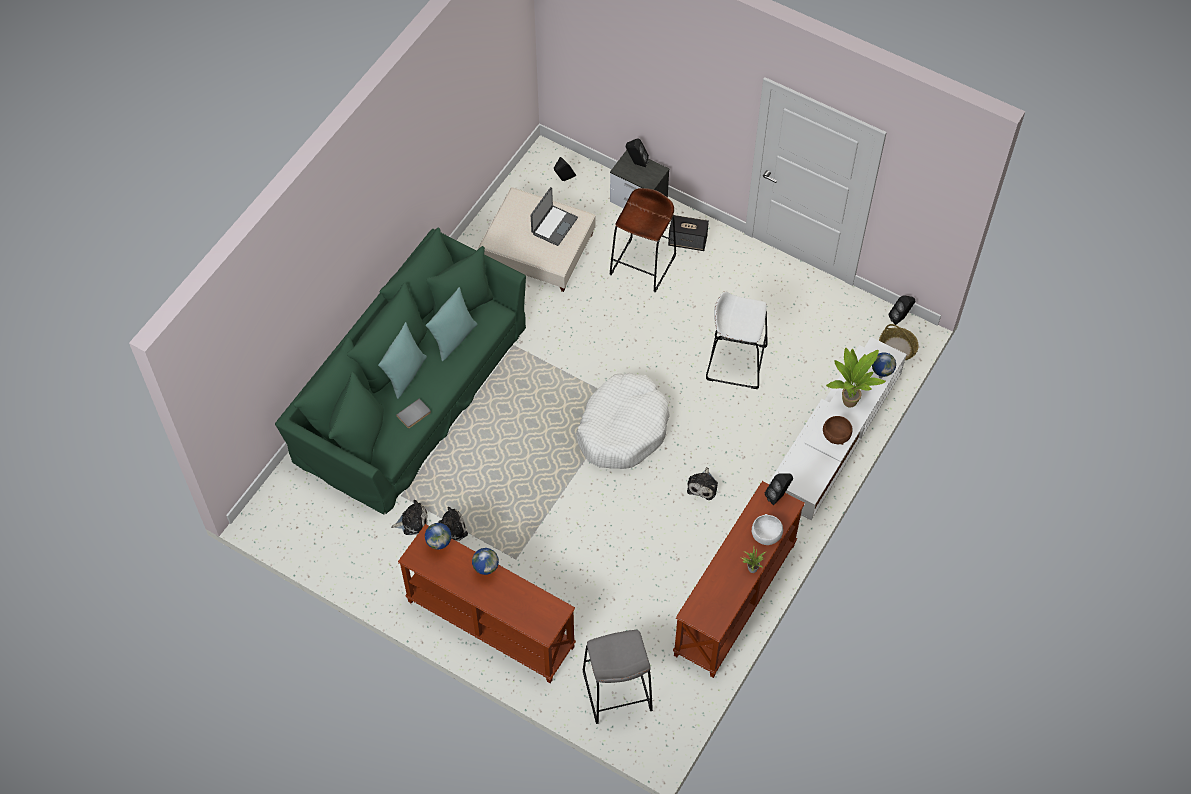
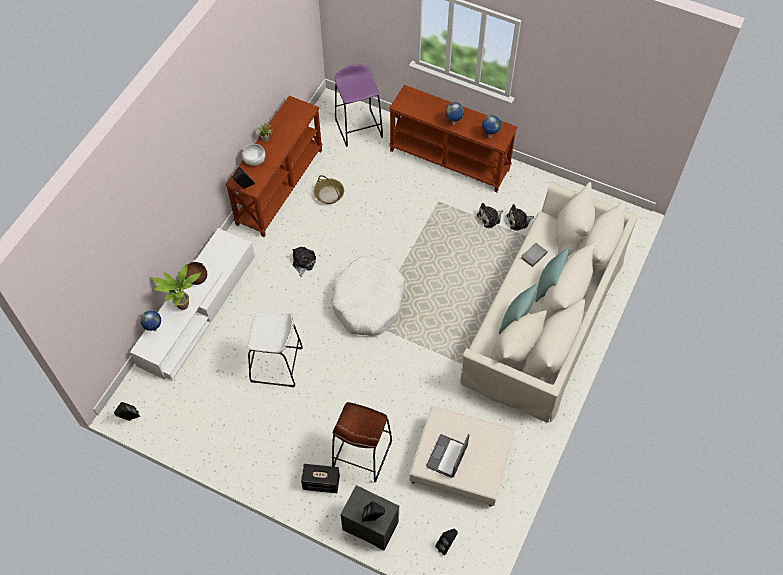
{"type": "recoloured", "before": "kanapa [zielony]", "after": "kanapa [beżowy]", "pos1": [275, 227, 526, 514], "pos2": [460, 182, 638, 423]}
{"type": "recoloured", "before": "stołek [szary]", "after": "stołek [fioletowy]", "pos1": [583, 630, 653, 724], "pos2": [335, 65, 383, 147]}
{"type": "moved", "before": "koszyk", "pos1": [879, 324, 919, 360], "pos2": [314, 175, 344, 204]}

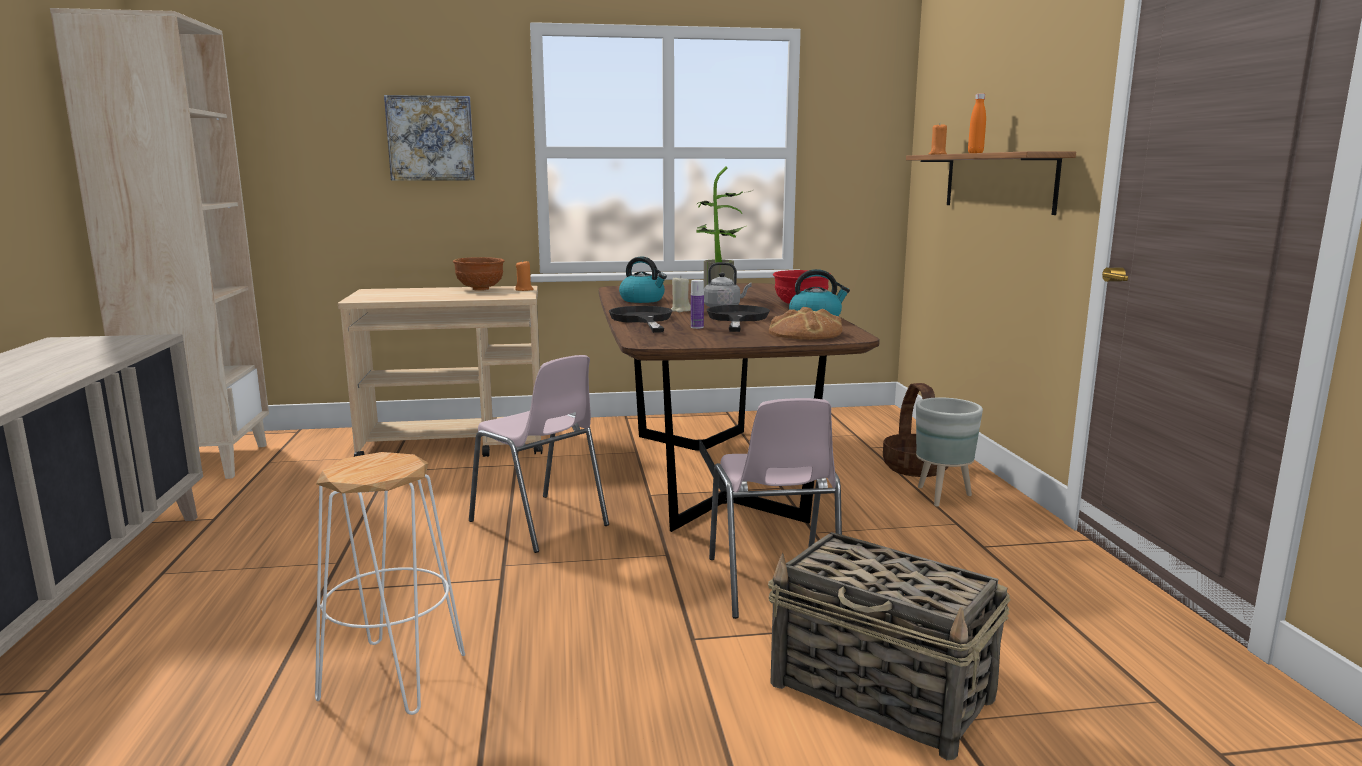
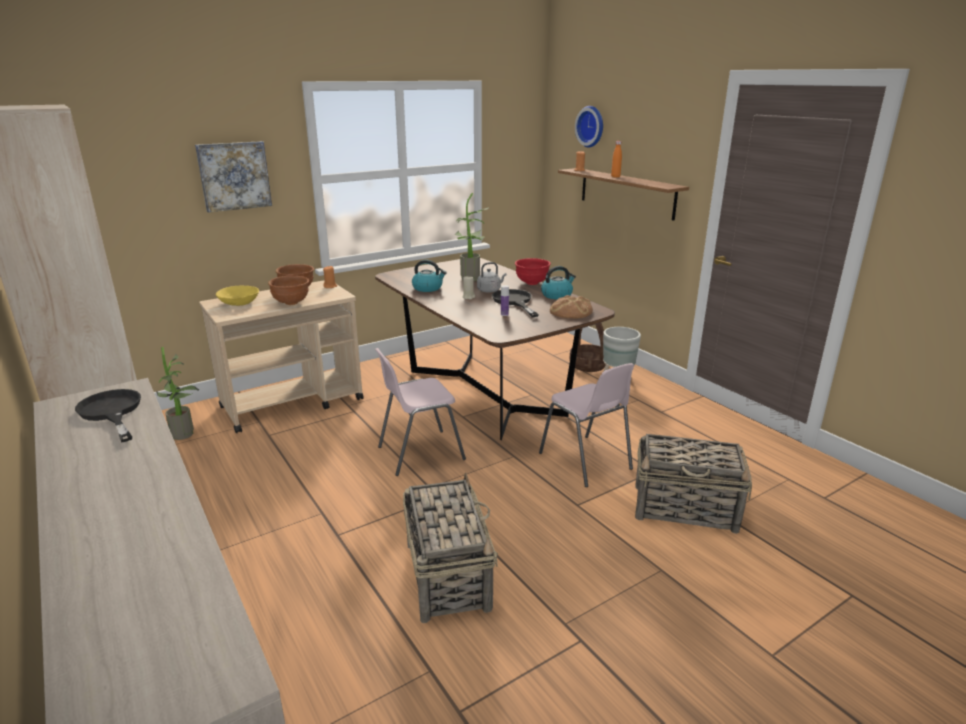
{"type": "replaced", "before": "stołek [biały]", "after": "koszyk", "pos1": [315, 452, 465, 715], "pos2": [403, 472, 498, 623]}
{"type": "turned", "before": "krzesło [różowy]", "pos1": [469, 355, 609, 553], "pos2": [375, 348, 466, 476], "turn": 135}
{"type": "moved", "before": "patelnia [czarny]", "pos1": [609, 306, 672, 333], "pos2": [75, 389, 141, 442]}
{"type": "added", "after": "roślina doniczkowa", "pos2": [157, 347, 199, 440]}
{"type": "added", "after": "miska [żółty]", "pos2": [216, 286, 259, 306]}
{"type": "added", "after": "miska [brązowy]", "pos2": [268, 276, 309, 305]}
{"type": "added", "after": "zegar ścienny", "pos2": [575, 106, 603, 147]}

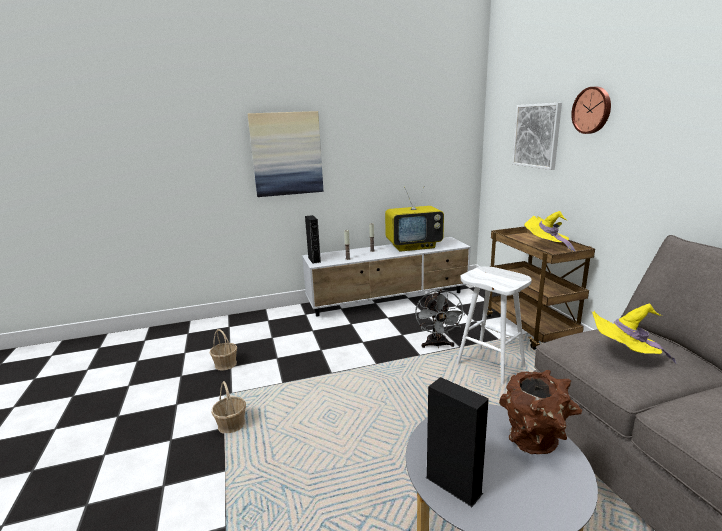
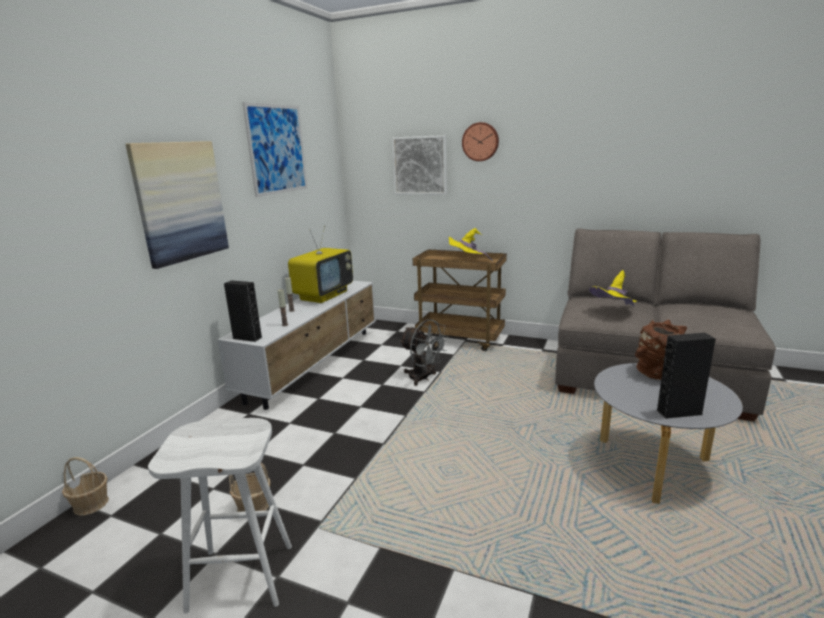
{"type": "moved", "before": "koszyk", "pos1": [212, 381, 246, 434], "pos2": [62, 457, 109, 516]}
{"type": "moved", "before": "stołek [biały]", "pos1": [456, 266, 532, 385], "pos2": [148, 418, 292, 614]}
{"type": "added", "after": "obraz", "pos2": [242, 102, 307, 197]}

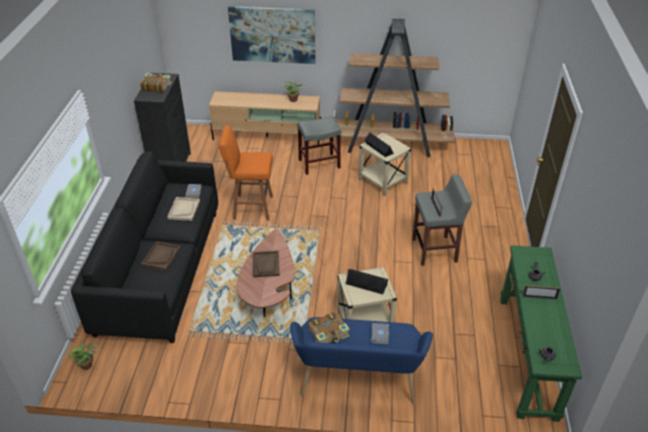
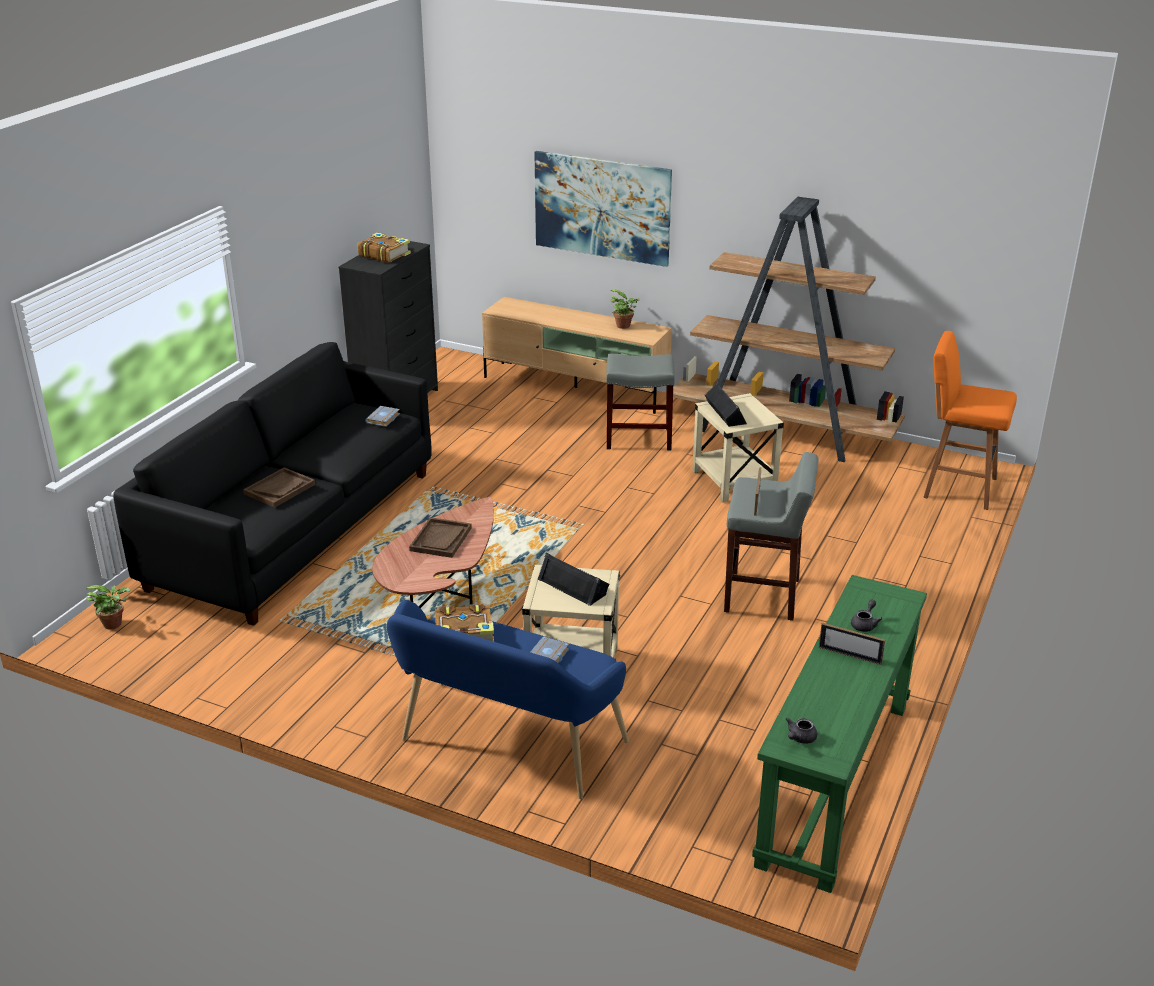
{"type": "removed", "before": "taca [beżowy]", "pos1": [167, 197, 200, 221]}
{"type": "moved", "before": "stołek [pomarańczowy]", "pos1": [219, 126, 273, 221], "pos2": [923, 331, 1017, 510]}

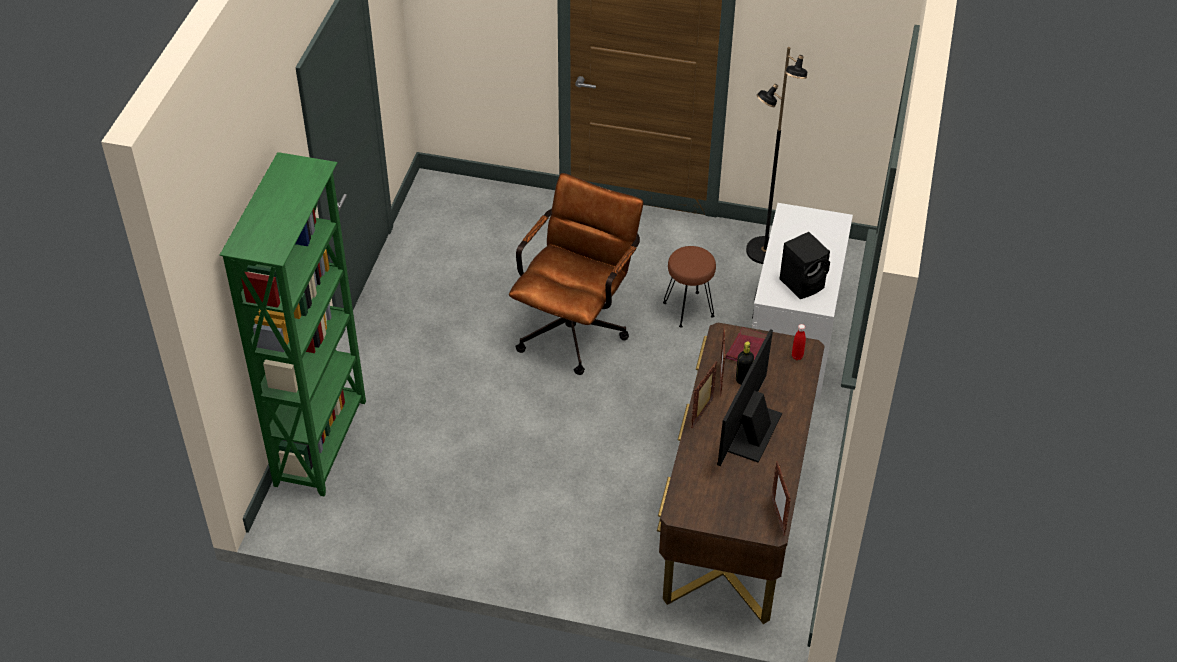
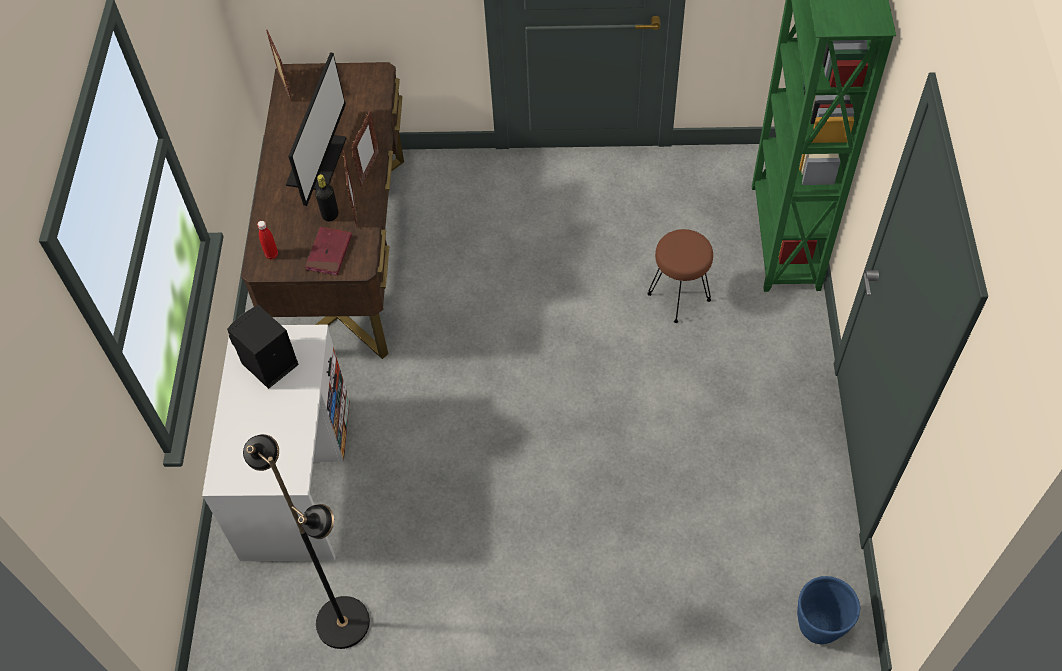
{"type": "removed", "before": "krzesło biurowe [brązowy]", "pos1": [509, 173, 643, 375]}
{"type": "moved", "before": "stołek [brązowy]", "pos1": [663, 246, 716, 328], "pos2": [647, 229, 713, 323]}
{"type": "added", "after": "donica [niebieski]", "pos2": [797, 576, 860, 644]}

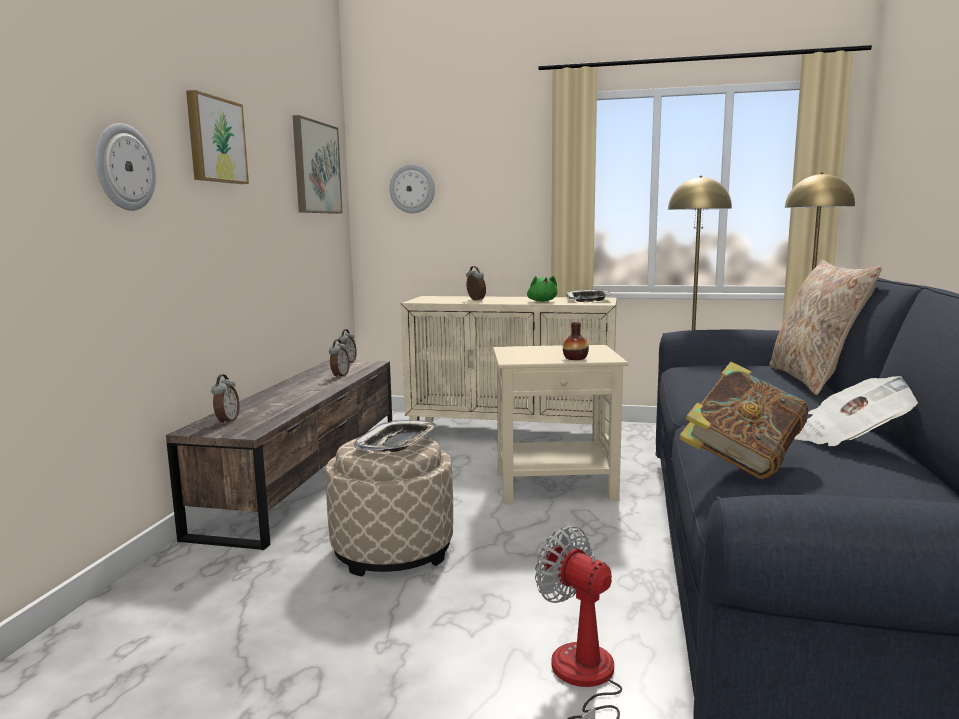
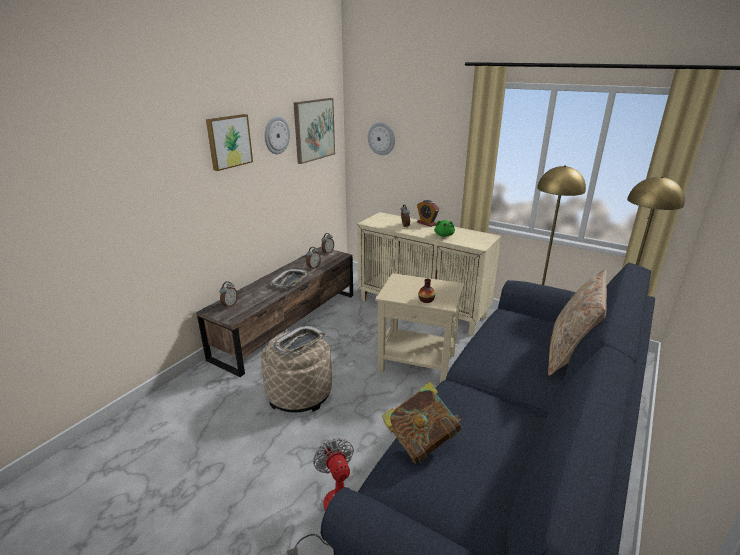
{"type": "moved", "before": "zegar ścienny", "pos1": [95, 123, 156, 211], "pos2": [264, 116, 290, 154]}
{"type": "moved", "before": "taca", "pos1": [566, 289, 613, 302], "pos2": [271, 269, 309, 288]}
{"type": "removed", "before": "gazeta", "pos1": [794, 376, 918, 446]}
{"type": "added", "after": "budzik", "pos2": [417, 200, 439, 227]}

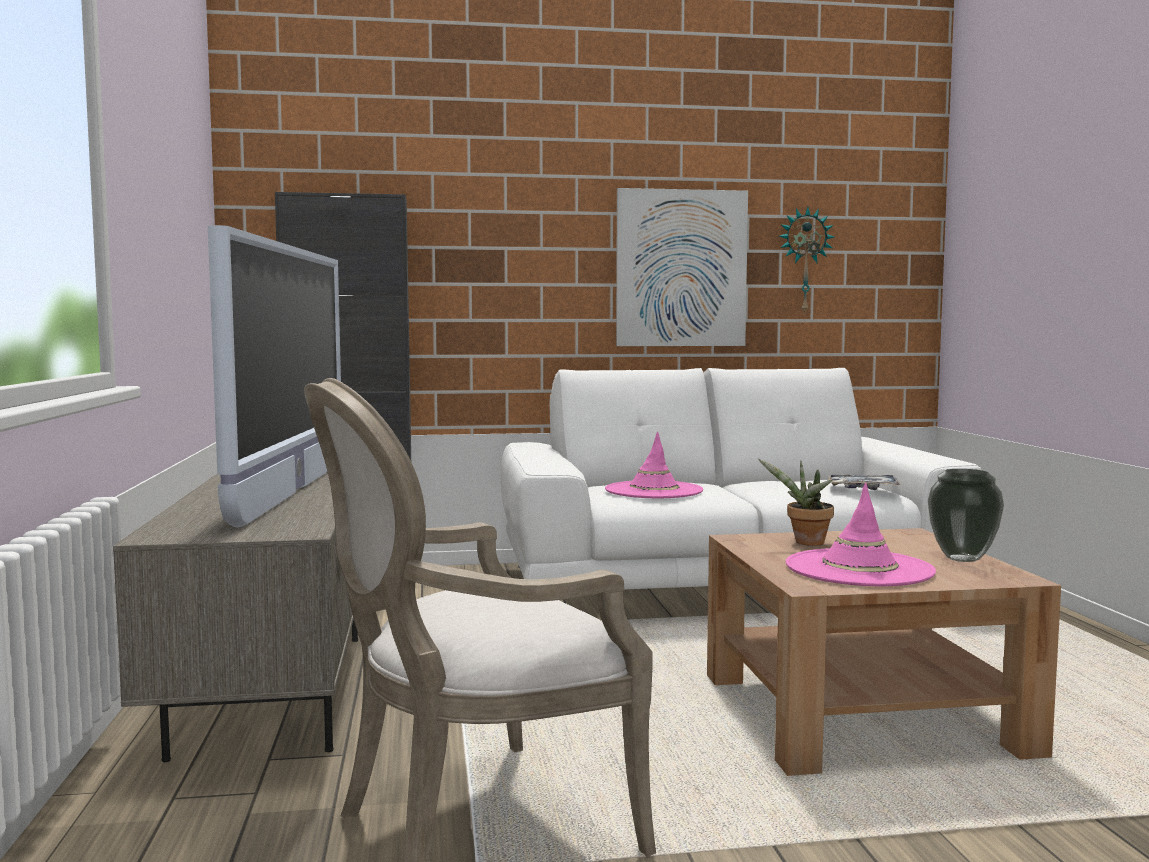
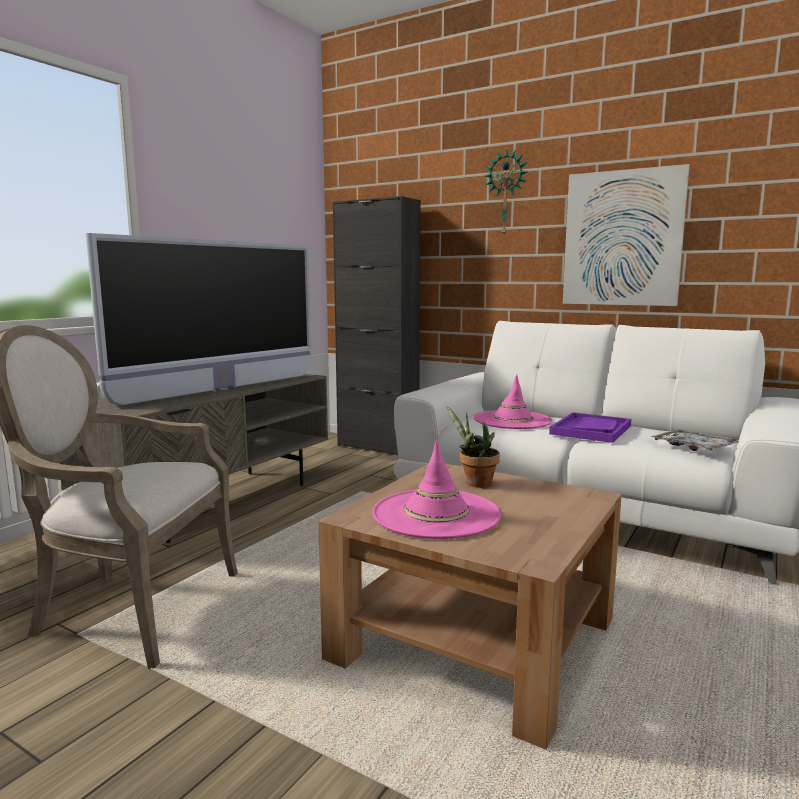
{"type": "moved", "before": "zegar ścienny", "pos1": [779, 207, 834, 315], "pos2": [485, 149, 527, 238]}
{"type": "removed", "before": "wazon", "pos1": [928, 469, 1004, 562]}
{"type": "added", "after": "taca [fioletowy]", "pos2": [549, 412, 631, 443]}

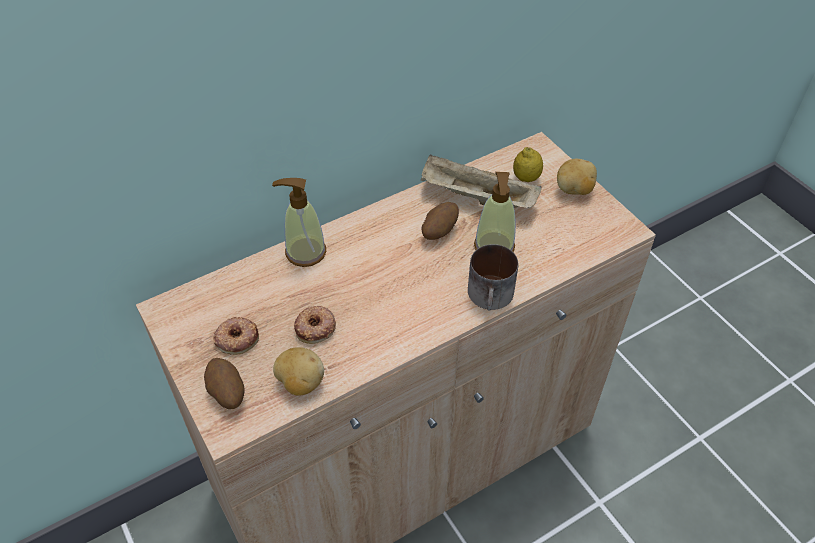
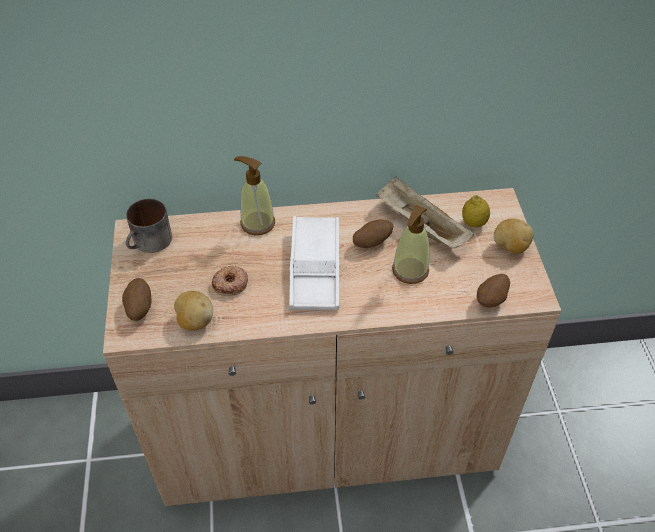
{"type": "removed", "before": "donut", "pos1": [213, 317, 259, 355]}
{"type": "moved", "before": "kubek", "pos1": [468, 244, 518, 311], "pos2": [126, 199, 172, 253]}
{"type": "added", "after": "taca [biały]", "pos2": [289, 216, 339, 311]}
{"type": "added", "after": "ziemniak", "pos2": [477, 274, 510, 307]}

